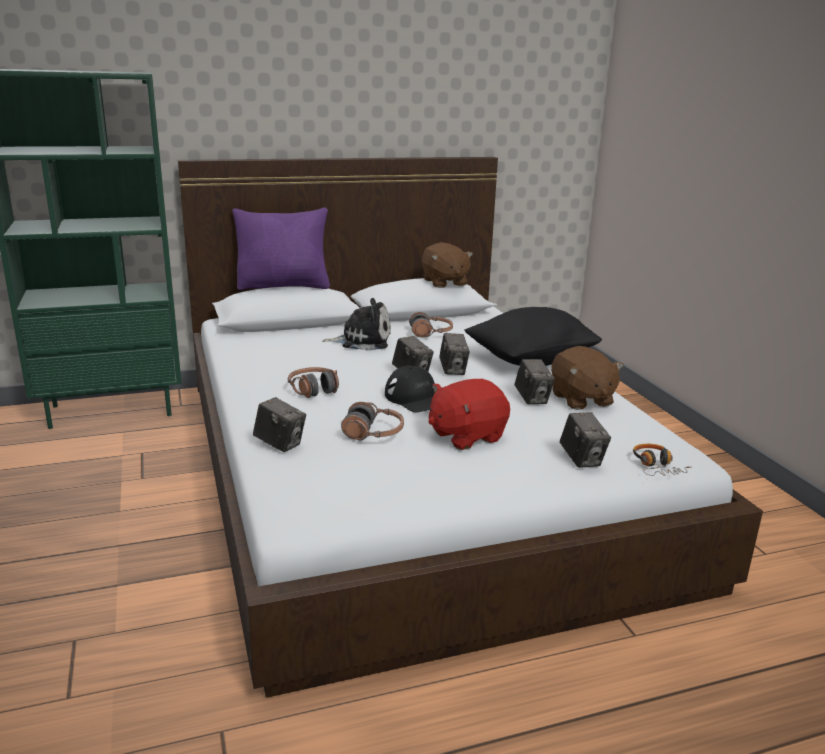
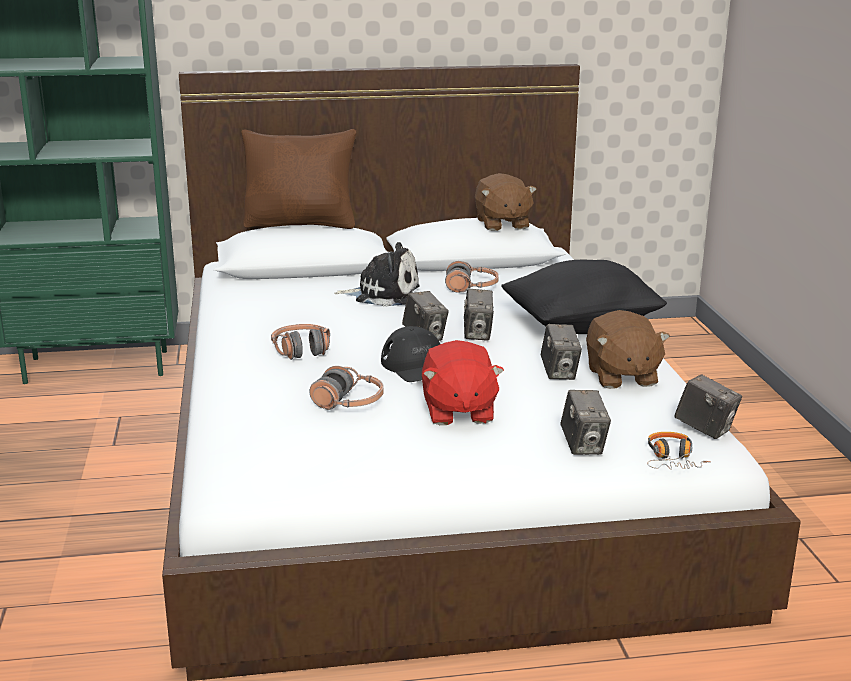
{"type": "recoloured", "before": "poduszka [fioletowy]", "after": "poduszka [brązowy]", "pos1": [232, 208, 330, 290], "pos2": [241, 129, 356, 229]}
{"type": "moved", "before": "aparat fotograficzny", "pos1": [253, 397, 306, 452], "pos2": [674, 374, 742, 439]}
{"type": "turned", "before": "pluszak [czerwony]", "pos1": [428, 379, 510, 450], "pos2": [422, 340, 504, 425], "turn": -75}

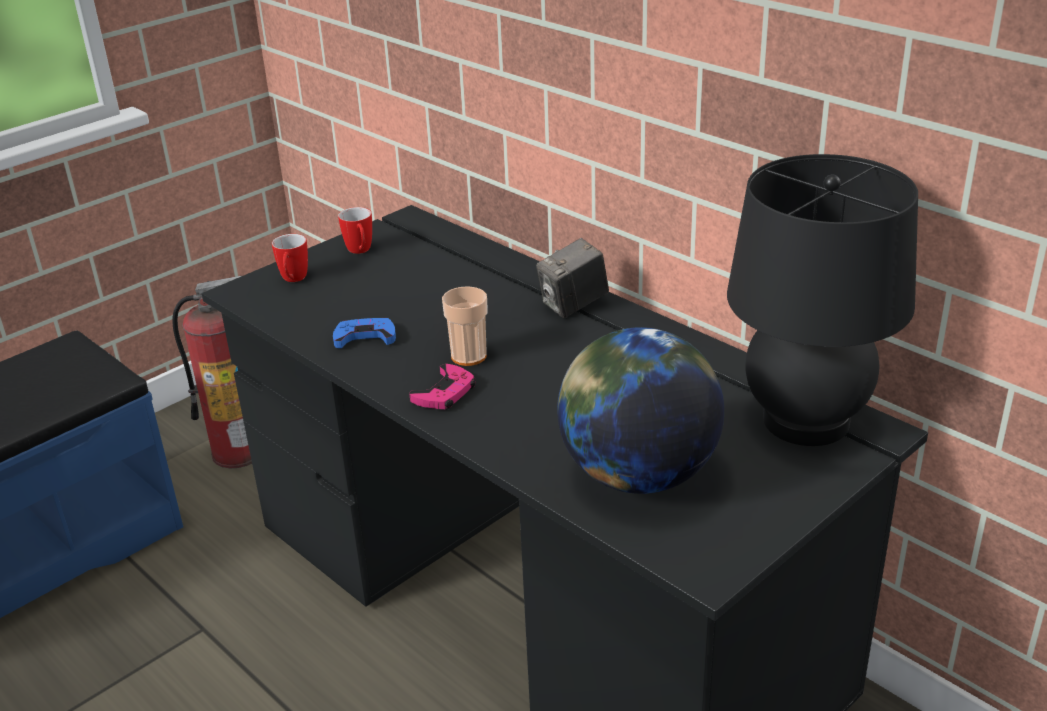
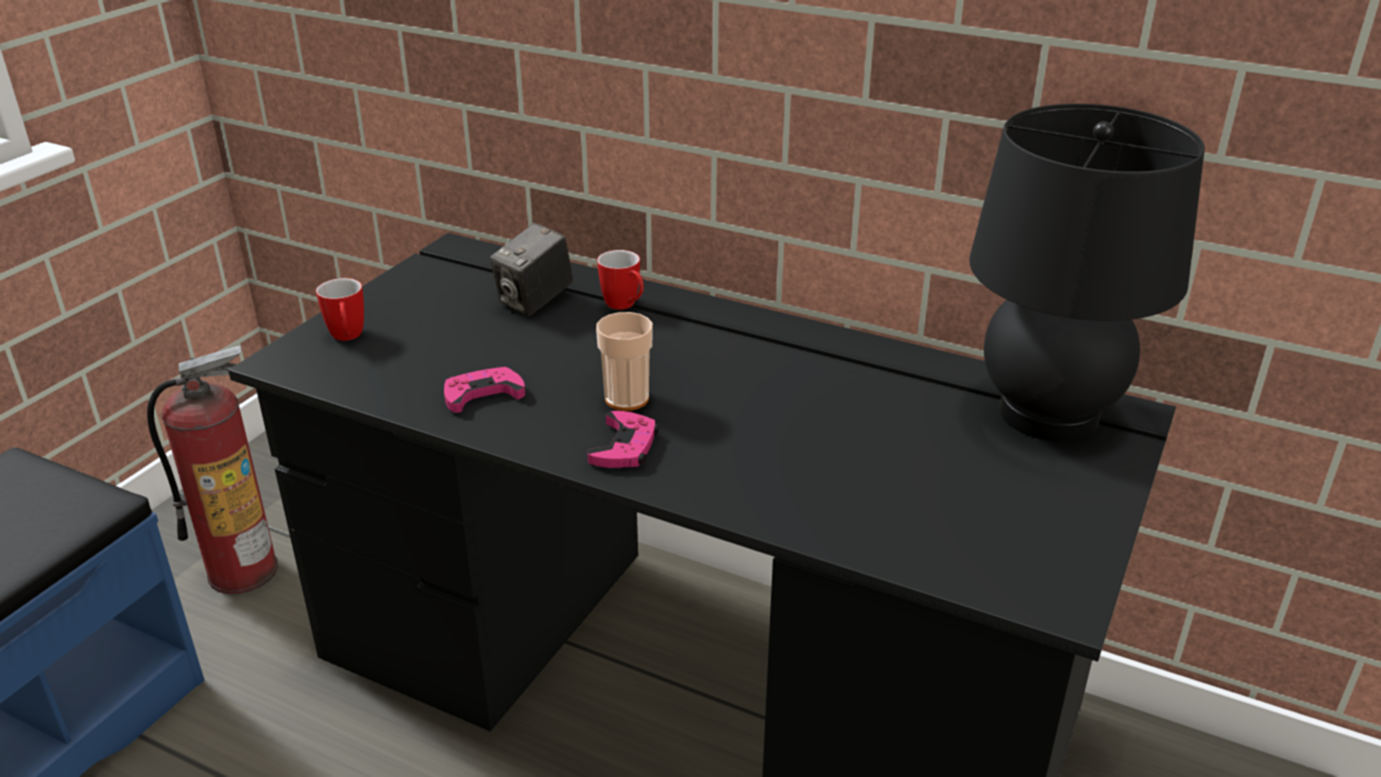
{"type": "recoloured", "before": "pad do gier [niebieski]", "after": "pad do gier [różowy]", "pos1": [333, 317, 396, 348], "pos2": [444, 366, 525, 413]}
{"type": "moved", "before": "kubek", "pos1": [338, 207, 372, 254], "pos2": [597, 250, 644, 310]}
{"type": "moved", "before": "aparat fotograficzny", "pos1": [536, 238, 609, 318], "pos2": [490, 223, 573, 316]}
{"type": "removed", "before": "globus", "pos1": [557, 327, 724, 494]}

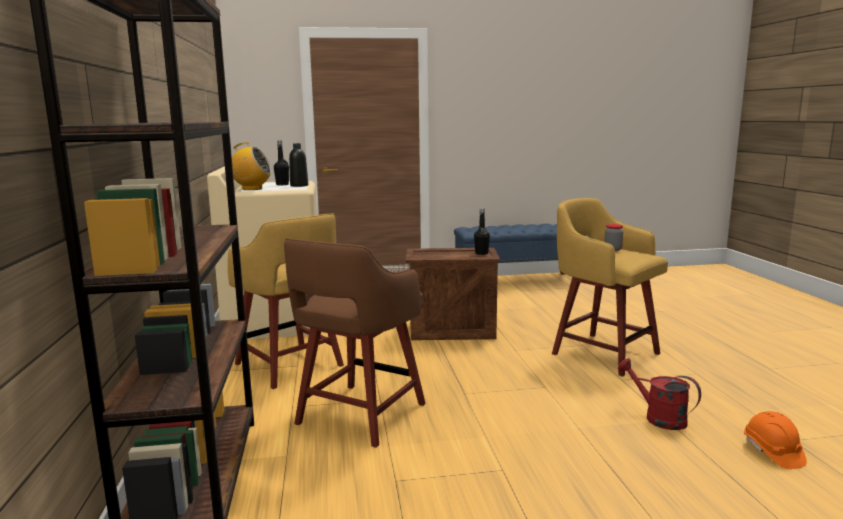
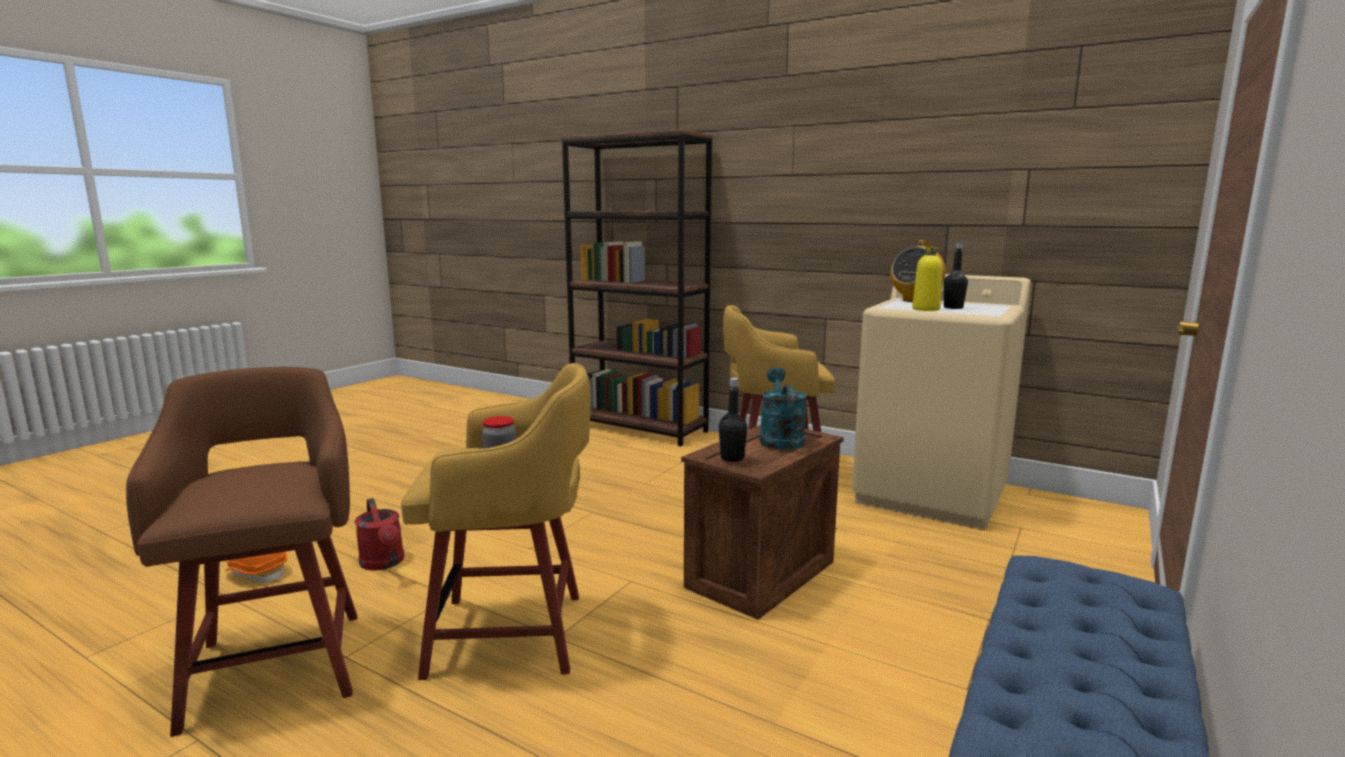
{"type": "moved", "before": "stołek [brązowy]", "pos1": [284, 238, 426, 448], "pos2": [126, 367, 357, 737]}
{"type": "recoloured", "before": "butelka [czarny]", "after": "butelka [żółty]", "pos1": [289, 143, 308, 187], "pos2": [912, 247, 942, 311]}
{"type": "turned", "before": "konewka [czerwony]", "pos1": [618, 358, 701, 430], "pos2": [355, 498, 404, 571], "turn": 60}
{"type": "added", "after": "konewka [turkusowy]", "pos2": [760, 367, 807, 450]}

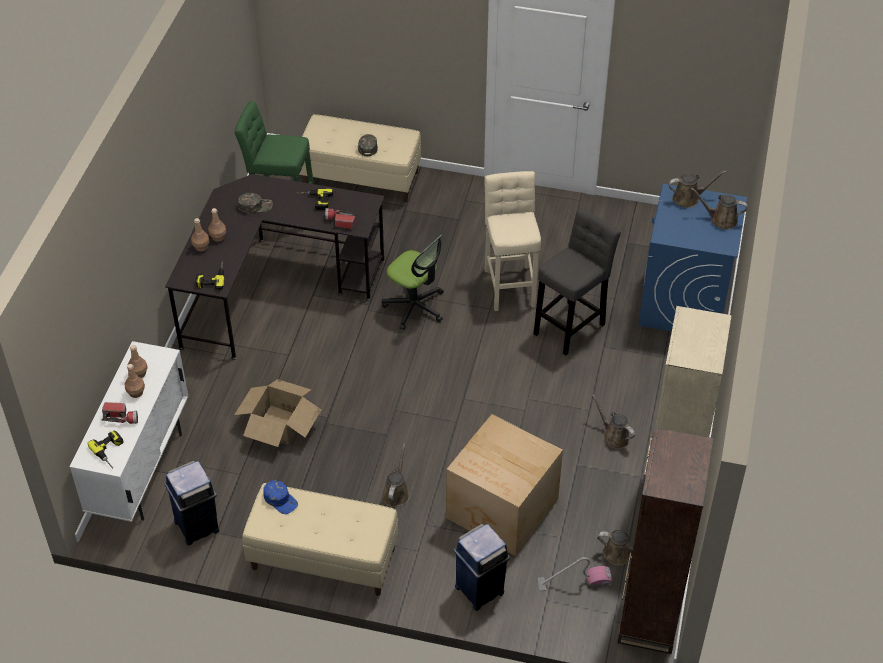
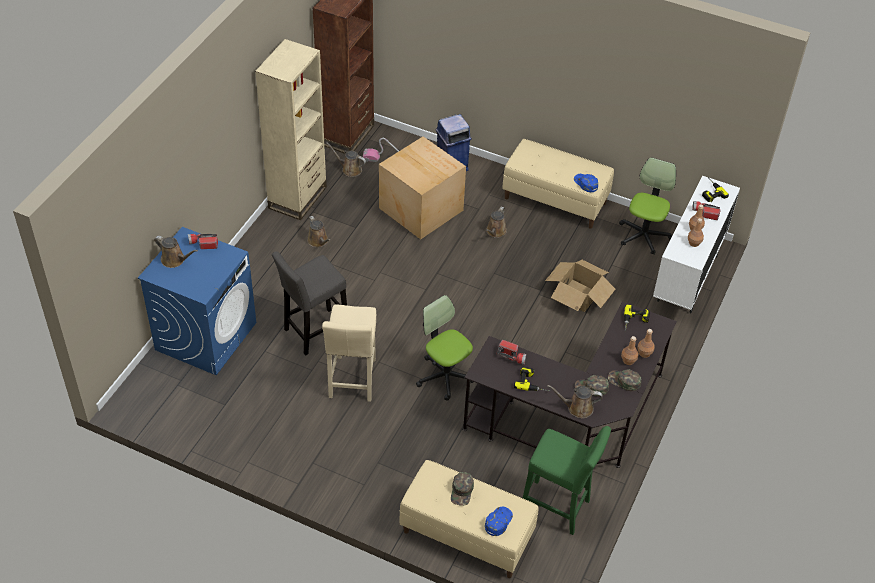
{"type": "replaced", "before": "kosz na śmieci [niebieski]", "after": "krzesło biurowe", "pos1": [165, 461, 219, 545], "pos2": [619, 158, 676, 255]}
{"type": "moved", "before": "konewka [brązowy]", "pos1": [668, 171, 726, 208], "pos2": [547, 385, 602, 418]}
{"type": "added", "after": "latarka", "pos2": [188, 234, 218, 249]}
{"type": "added", "after": "czapka z daszkiem [niebieski]", "pos2": [485, 507, 513, 536]}
{"type": "added", "after": "czapka z daszkiem [zielony]", "pos2": [608, 369, 641, 391]}

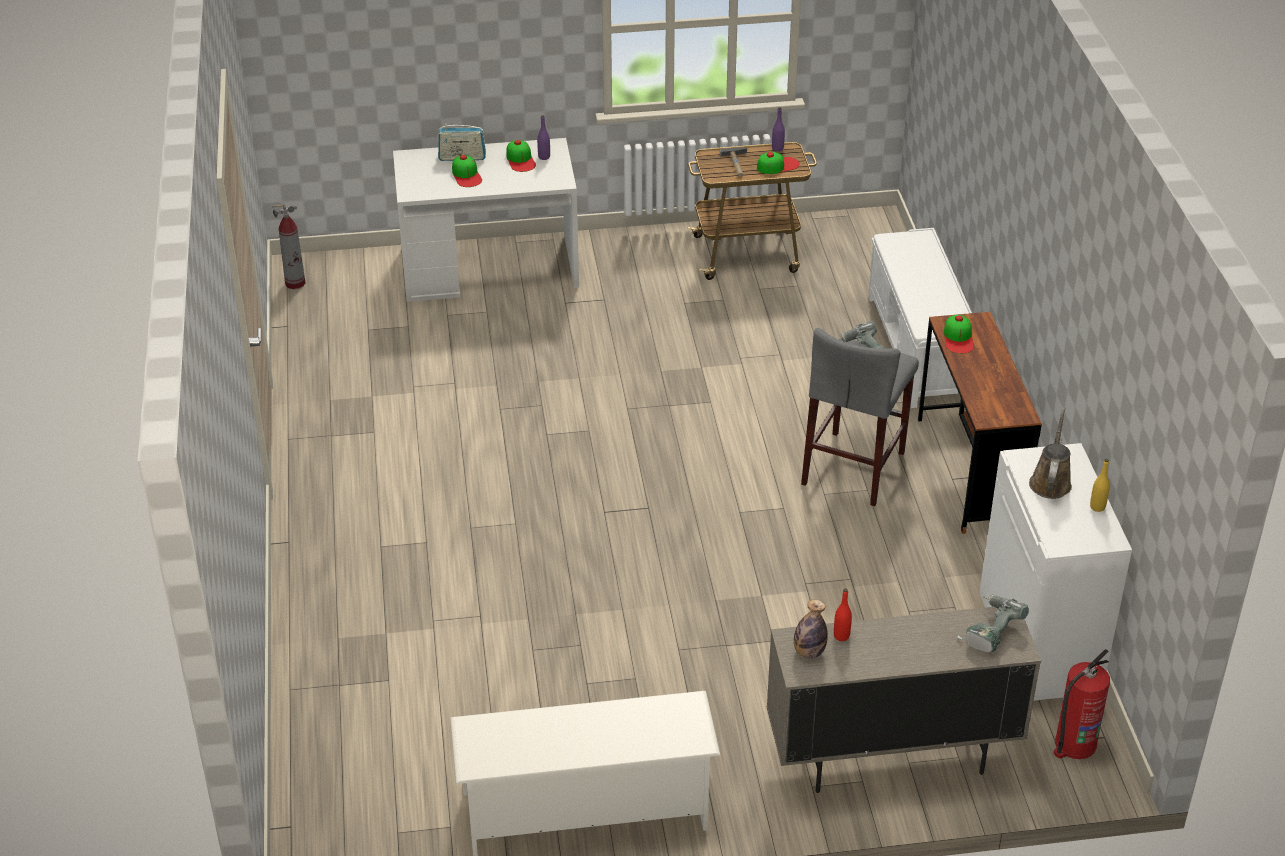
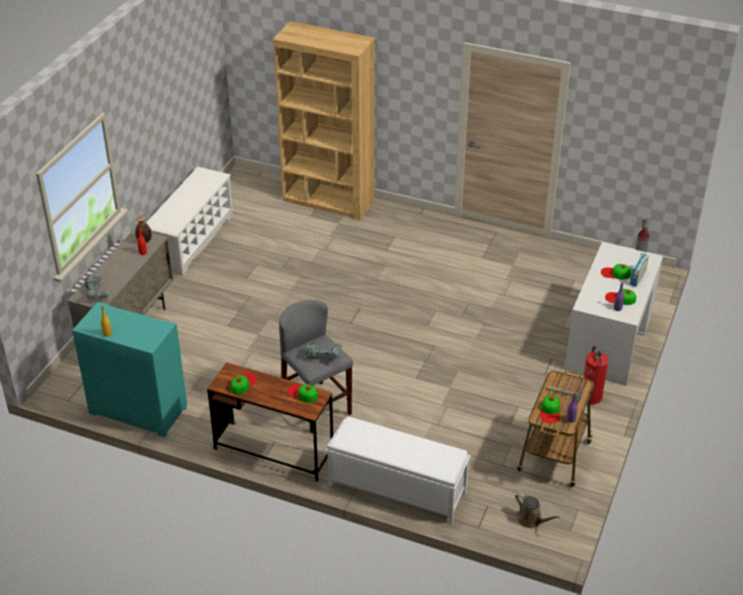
{"type": "recoloured", "before": "szafka [biały]", "after": "szafka [turkusowy]", "pos1": [979, 443, 1132, 701], "pos2": [72, 302, 187, 437]}
{"type": "moved", "before": "konewka [brązowy]", "pos1": [1029, 407, 1072, 499], "pos2": [515, 493, 560, 528]}
{"type": "moved", "before": "gaśnica", "pos1": [1053, 649, 1110, 759], "pos2": [583, 346, 608, 404]}
{"type": "added", "after": "czapka z daszkiem", "pos2": [231, 373, 257, 395]}
{"type": "added", "after": "regał [brązowy]", "pos2": [273, 21, 375, 221]}

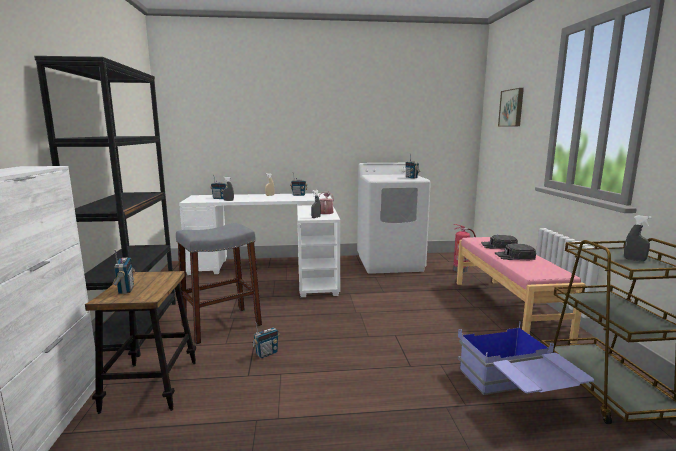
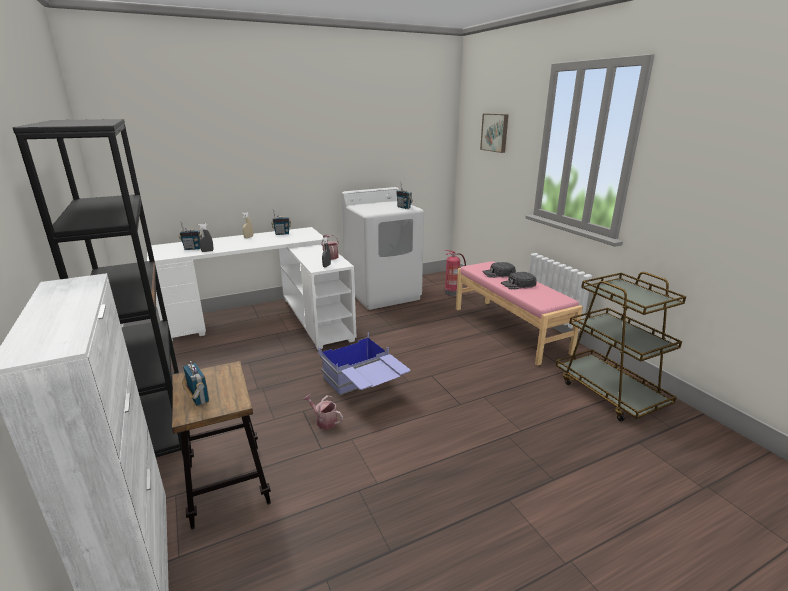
{"type": "removed", "before": "stołek [szary]", "pos1": [176, 223, 262, 345]}
{"type": "replaced", "before": "radio", "after": "konewka", "pos1": [252, 321, 279, 358], "pos2": [303, 394, 343, 429]}
{"type": "moved", "before": "pojemnik do przechowywania [niebieski]", "pos1": [458, 321, 594, 395], "pos2": [318, 332, 410, 395]}
{"type": "removed", "before": "spryskiwacz [szary]", "pos1": [624, 215, 652, 261]}

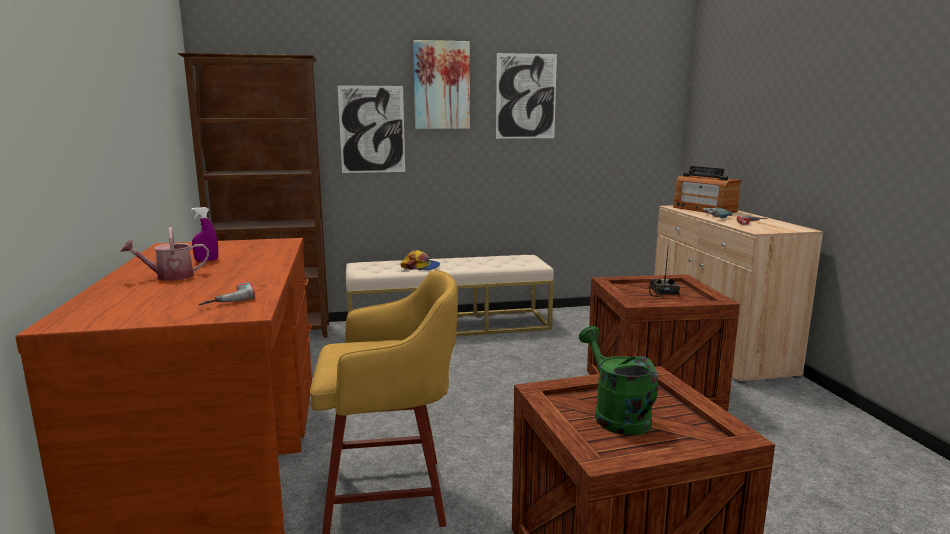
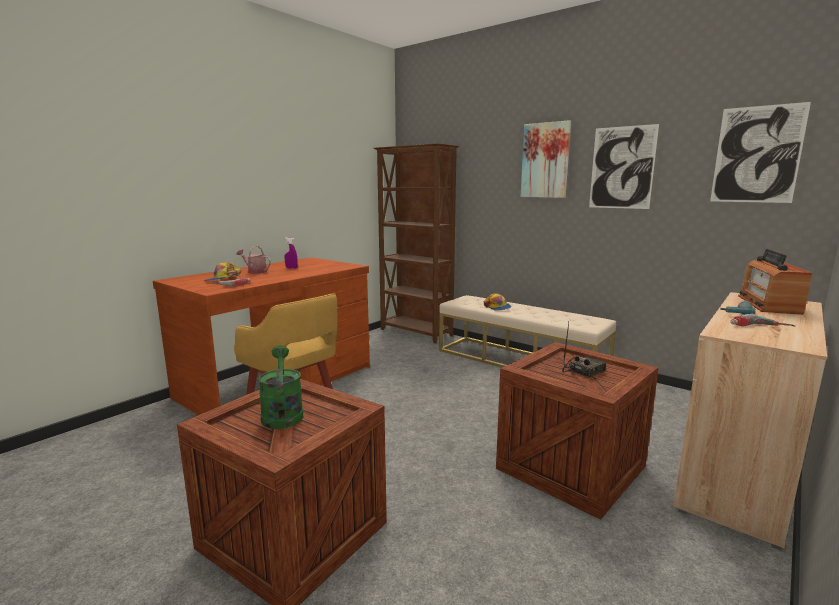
{"type": "moved", "before": "obraz", "pos1": [338, 85, 405, 173], "pos2": [710, 102, 811, 203]}
{"type": "turned", "before": "konewka [zielony]", "pos1": [579, 326, 658, 435], "pos2": [258, 346, 304, 429], "turn": -45}
{"type": "added", "after": "czapka z daszkiem", "pos2": [203, 262, 241, 281]}

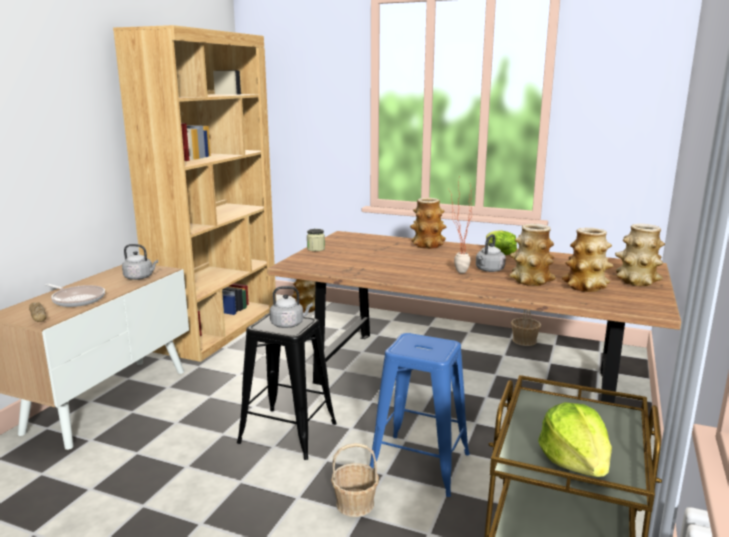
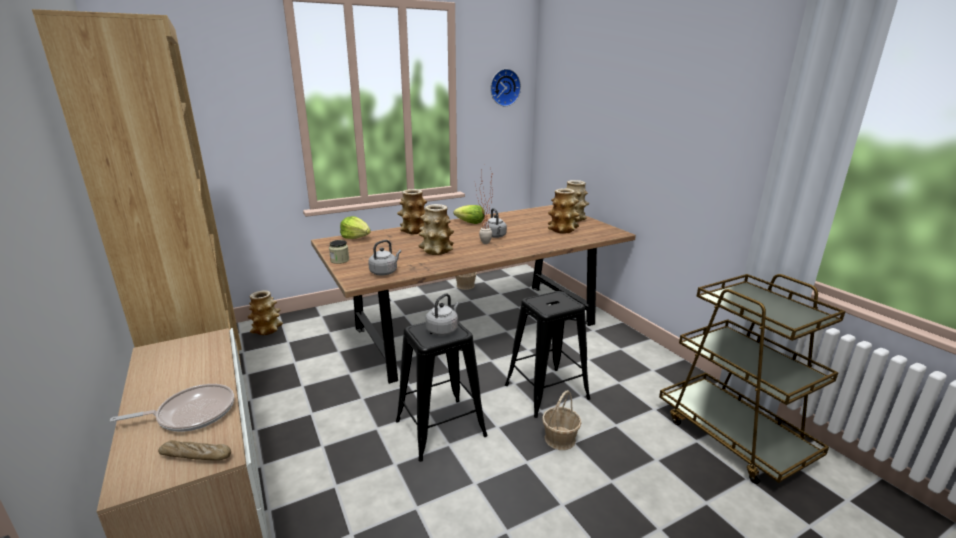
{"type": "moved", "before": "czajnik [szary]", "pos1": [122, 244, 158, 280], "pos2": [368, 240, 401, 275]}
{"type": "recoloured", "before": "stołek [niebieski]", "after": "stołek [czarny]", "pos1": [370, 333, 470, 497], "pos2": [505, 291, 591, 418]}
{"type": "moved", "before": "wazon", "pos1": [509, 224, 556, 286], "pos2": [418, 204, 454, 255]}
{"type": "moved", "before": "sałata", "pos1": [538, 402, 612, 477], "pos2": [340, 216, 371, 239]}
{"type": "added", "after": "zegar ścienny", "pos2": [490, 69, 521, 106]}

